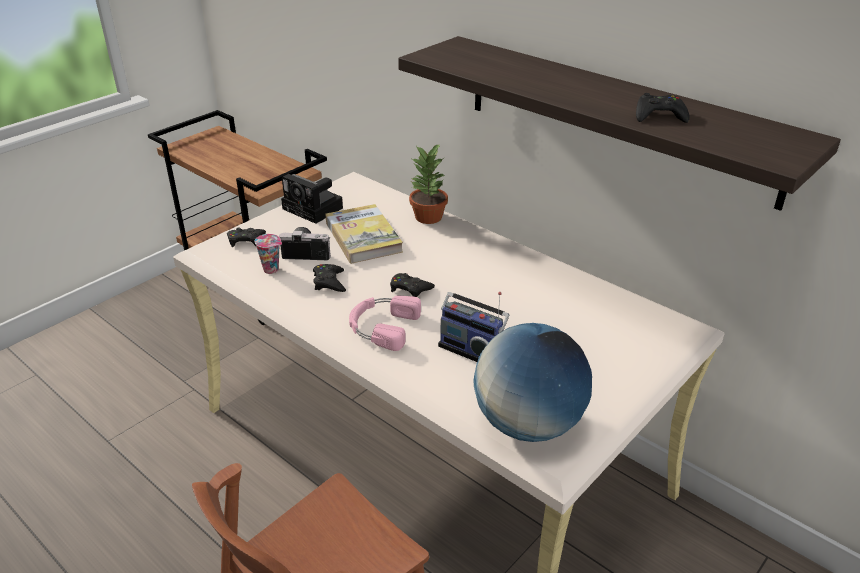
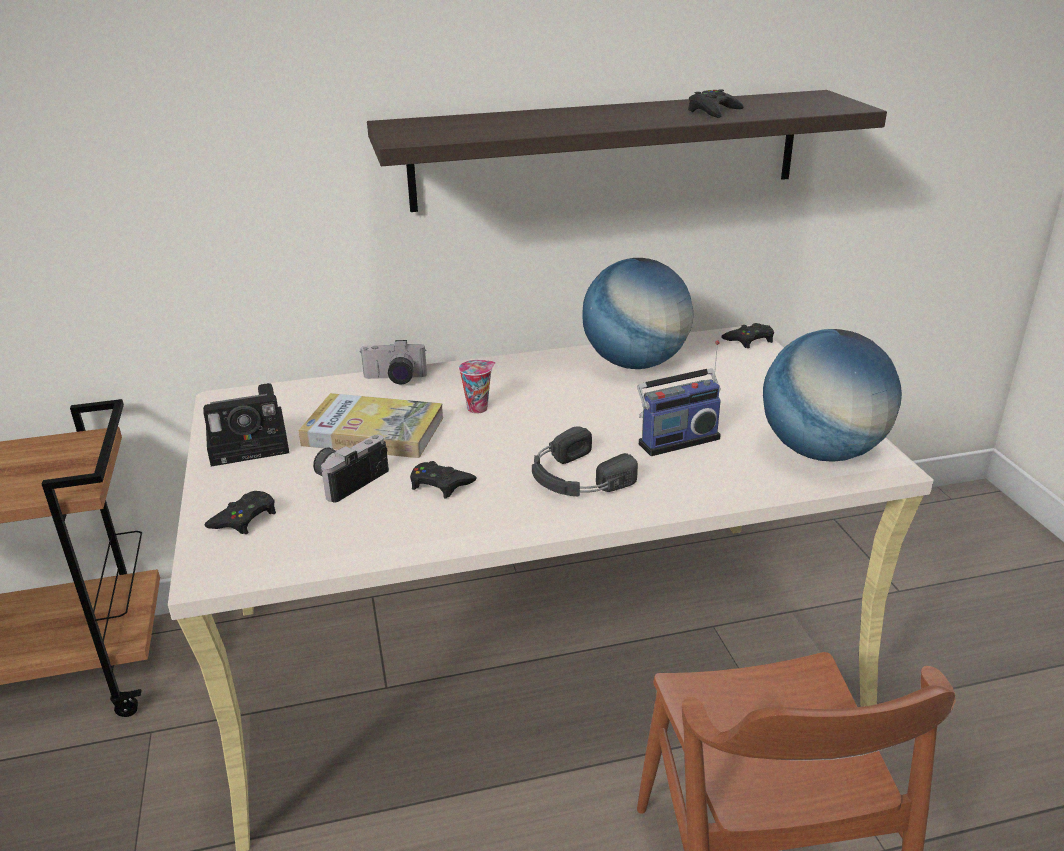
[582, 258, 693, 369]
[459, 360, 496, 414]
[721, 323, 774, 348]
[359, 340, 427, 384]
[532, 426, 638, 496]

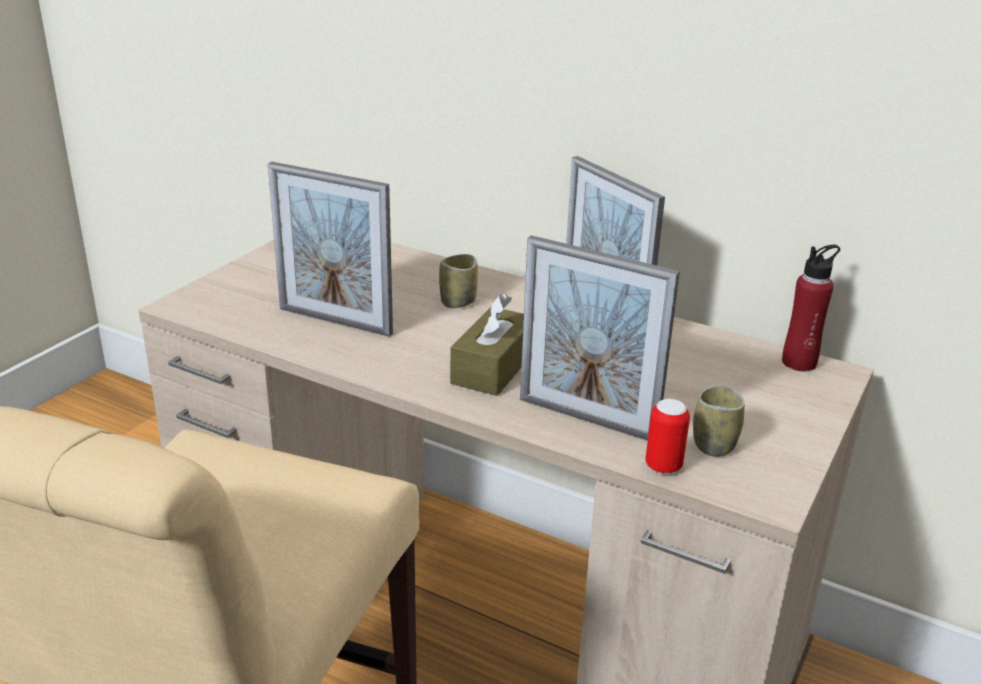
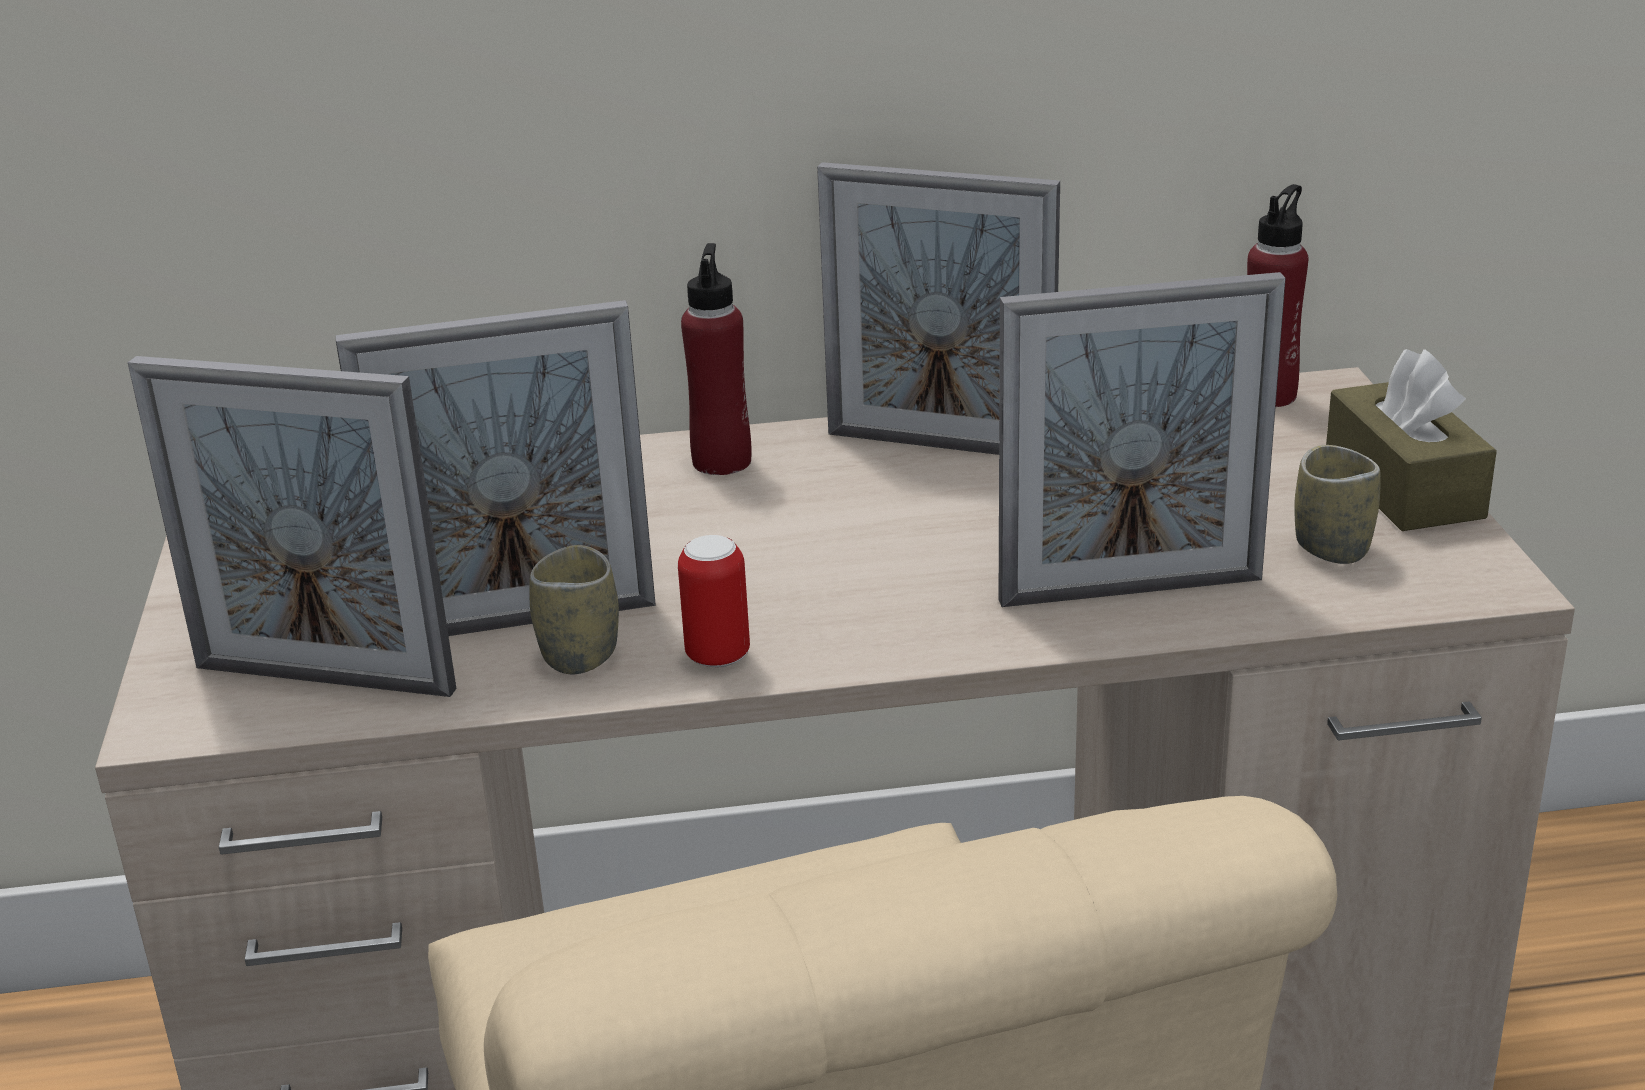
[128, 356, 456, 697]
[681, 243, 752, 475]
[529, 545, 619, 674]
[1326, 349, 1497, 531]
[678, 535, 750, 667]

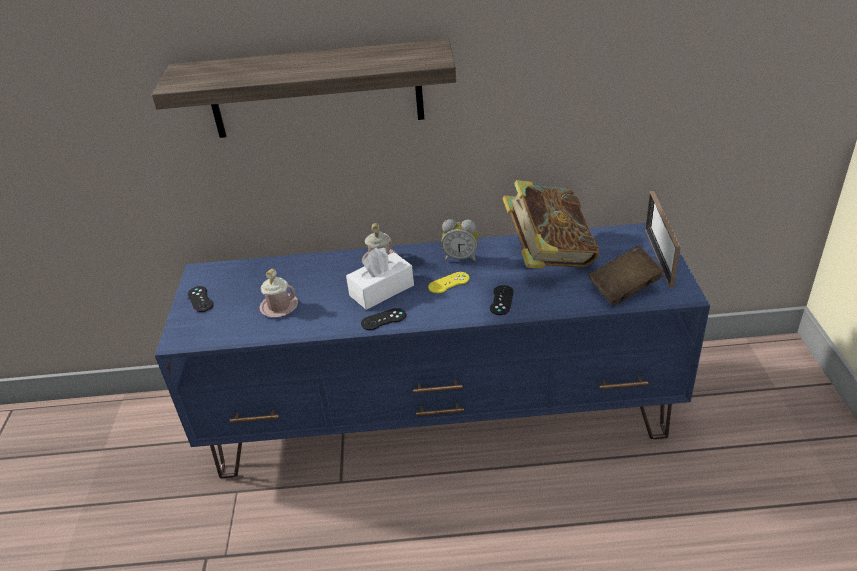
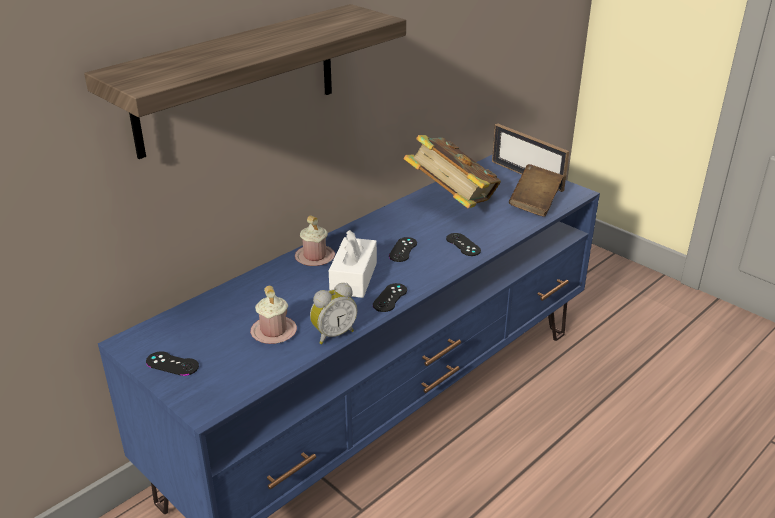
[310, 283, 358, 344]
[389, 237, 417, 262]

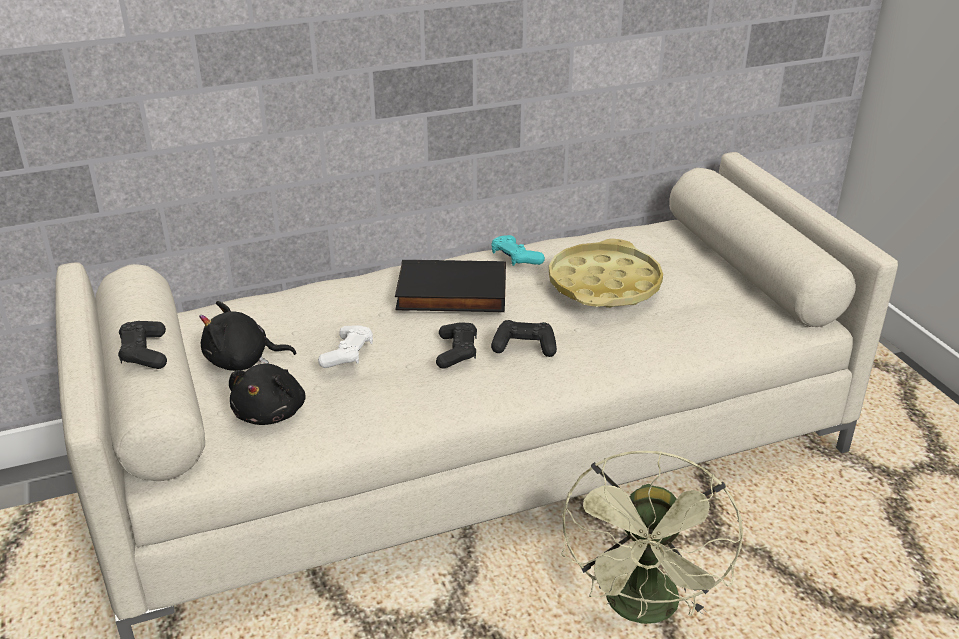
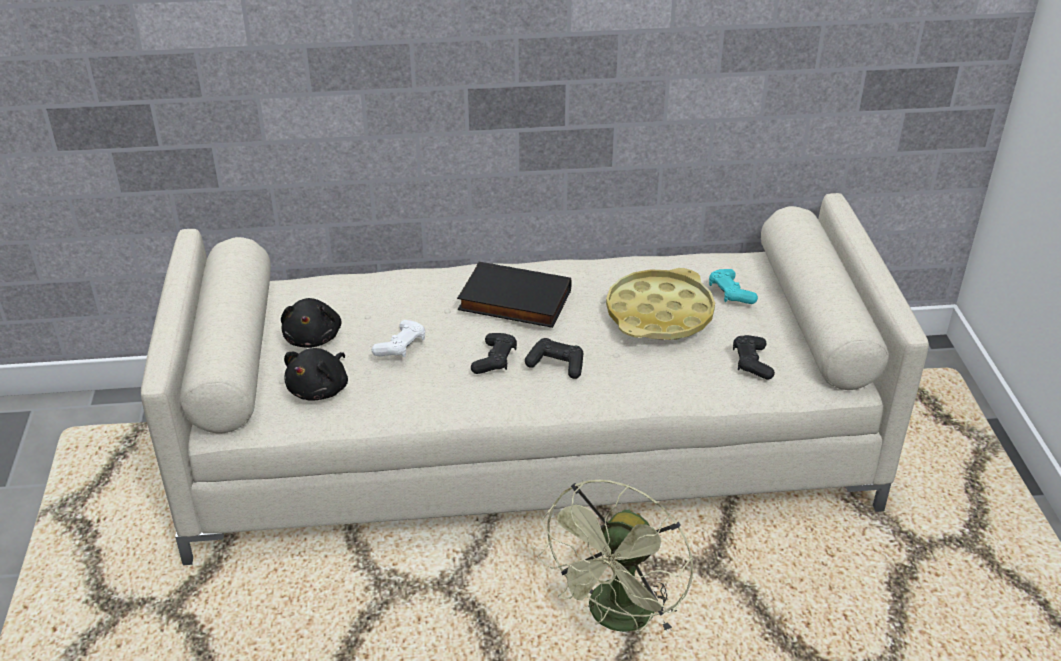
[733, 335, 775, 379]
[709, 269, 758, 304]
[281, 298, 342, 348]

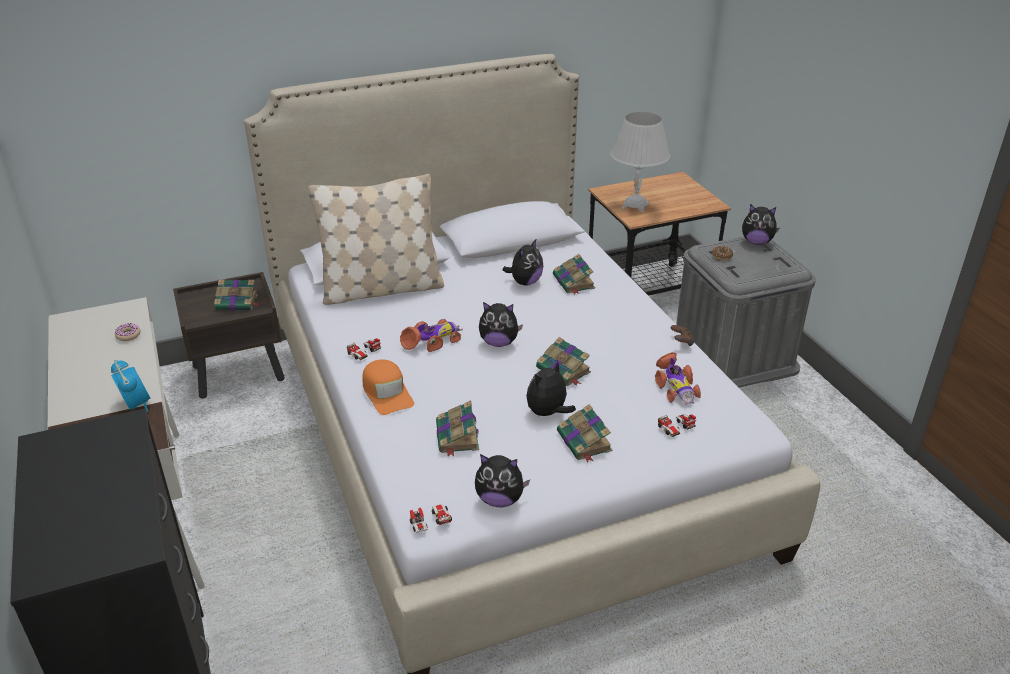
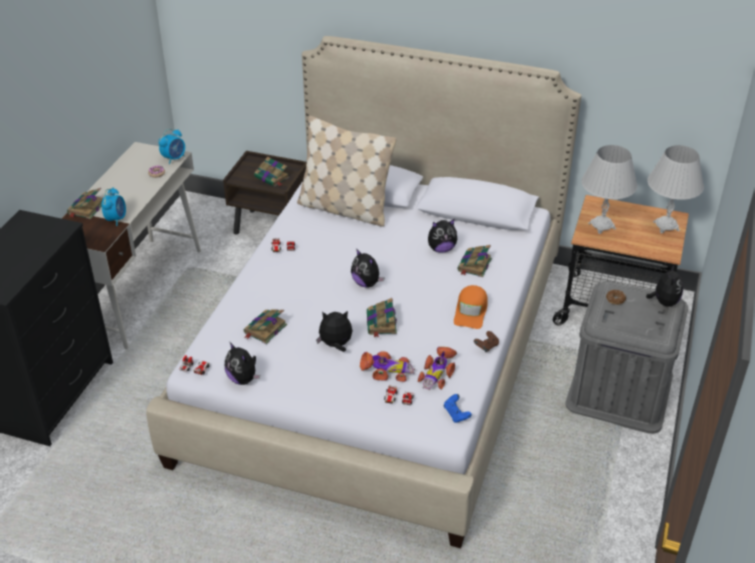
[158, 129, 185, 165]
[444, 394, 472, 423]
[647, 145, 704, 233]
[454, 285, 488, 329]
[360, 351, 415, 382]
[67, 188, 103, 219]
[646, 265, 683, 307]

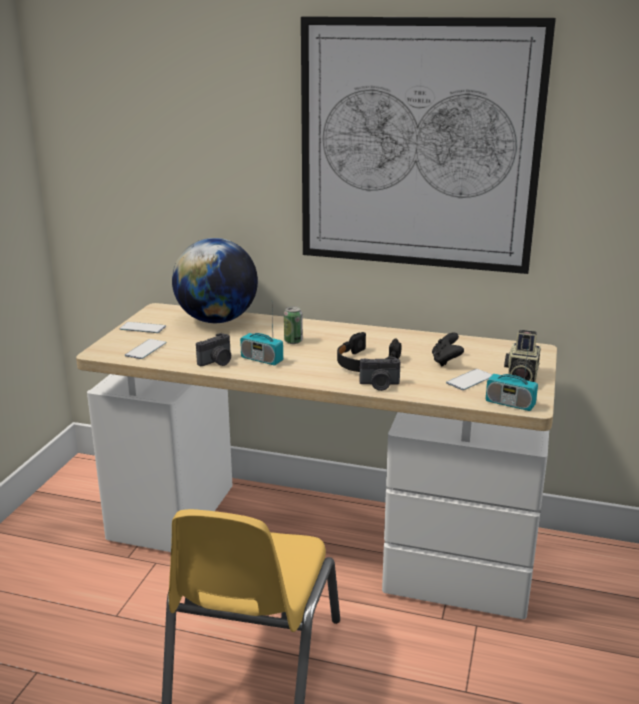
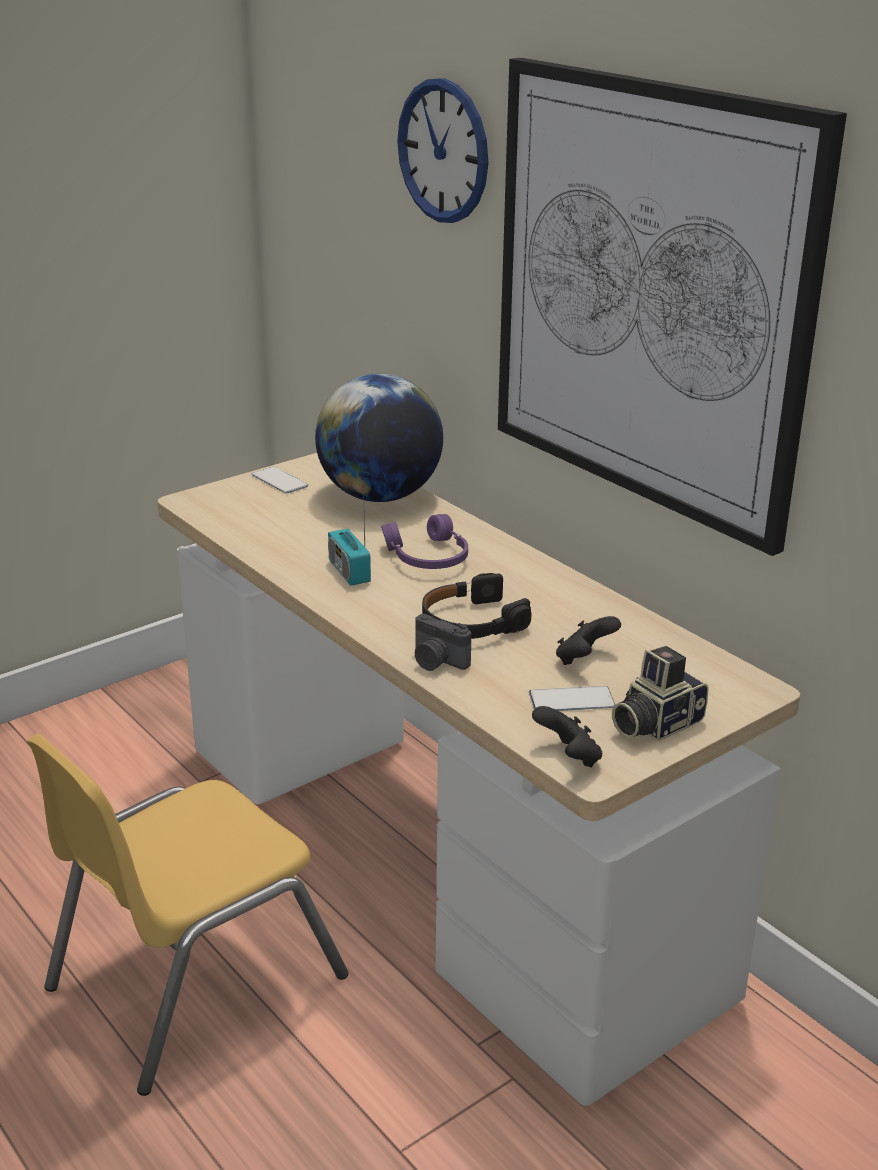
[125, 339, 166, 359] (first image)
[196, 333, 231, 366] (first image)
[397, 78, 489, 223]
[381, 514, 468, 569]
[532, 706, 602, 767]

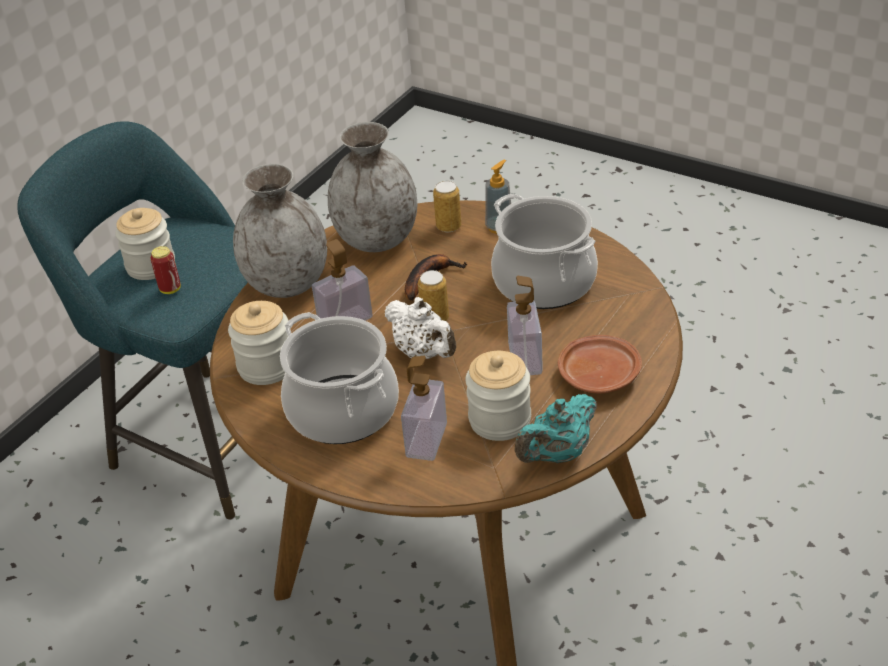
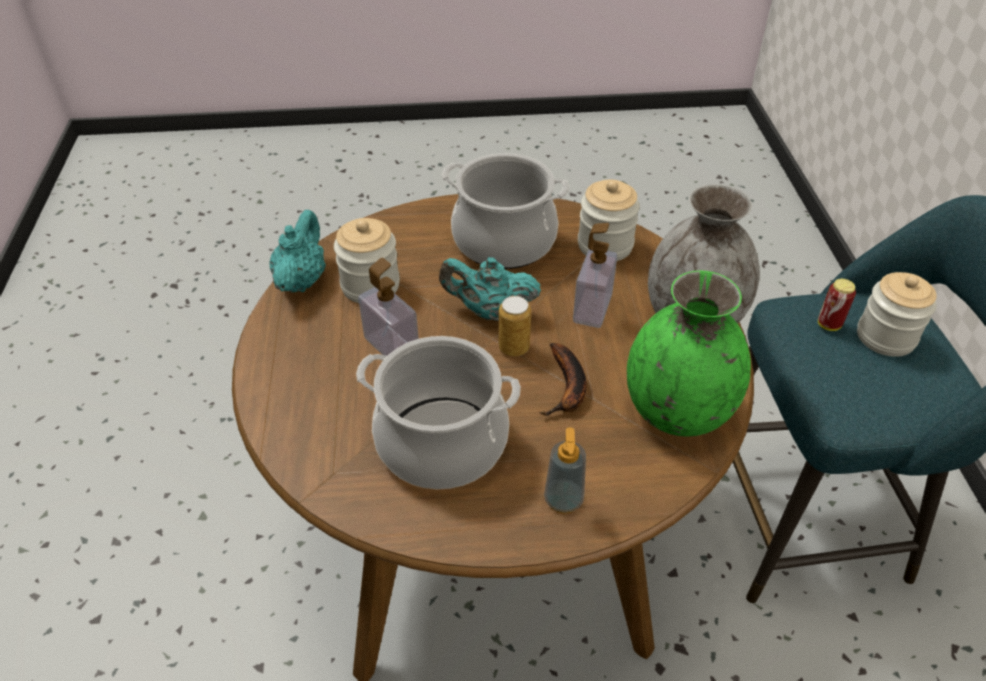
[401, 356, 447, 461] (first image)
[433, 181, 461, 232] (first image)
[558, 335, 642, 393] (first image)
[627, 270, 751, 437]
[439, 257, 541, 321]

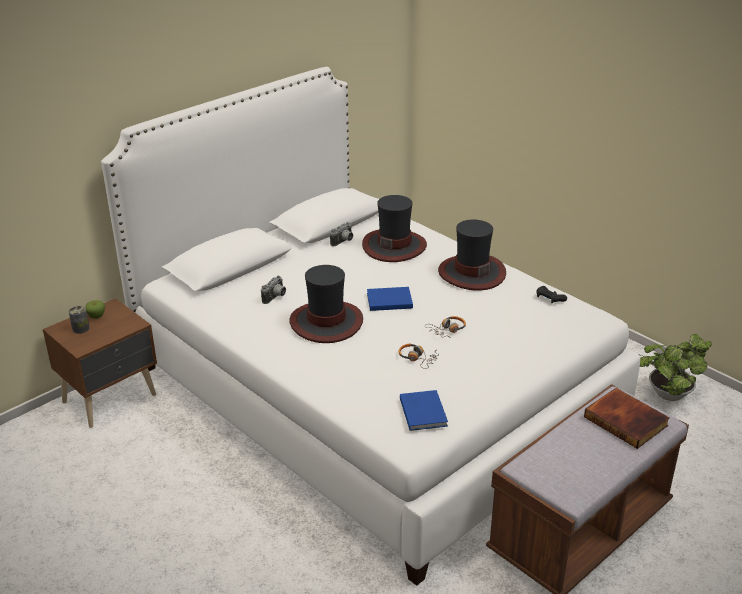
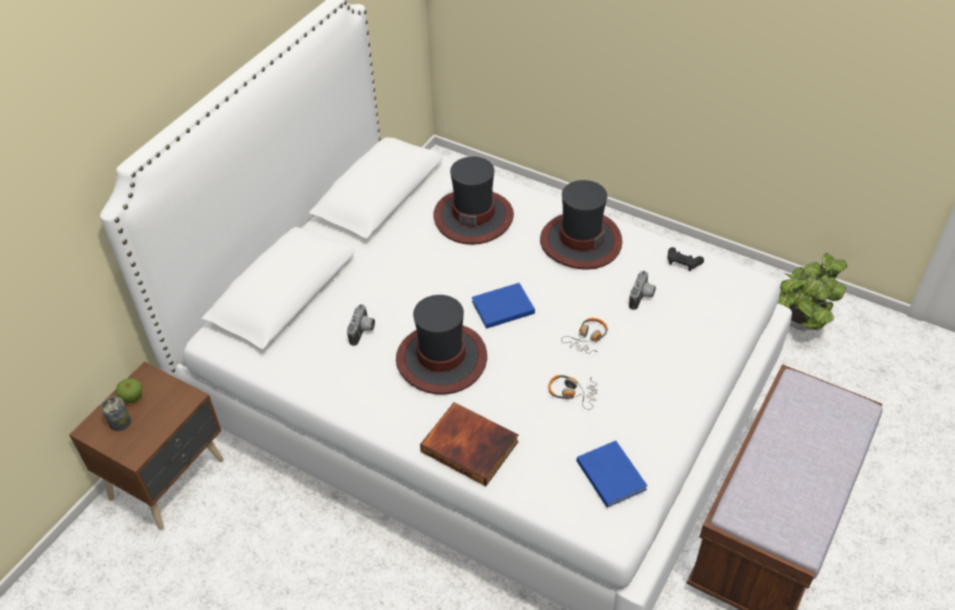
[629, 271, 656, 310]
[420, 402, 519, 486]

